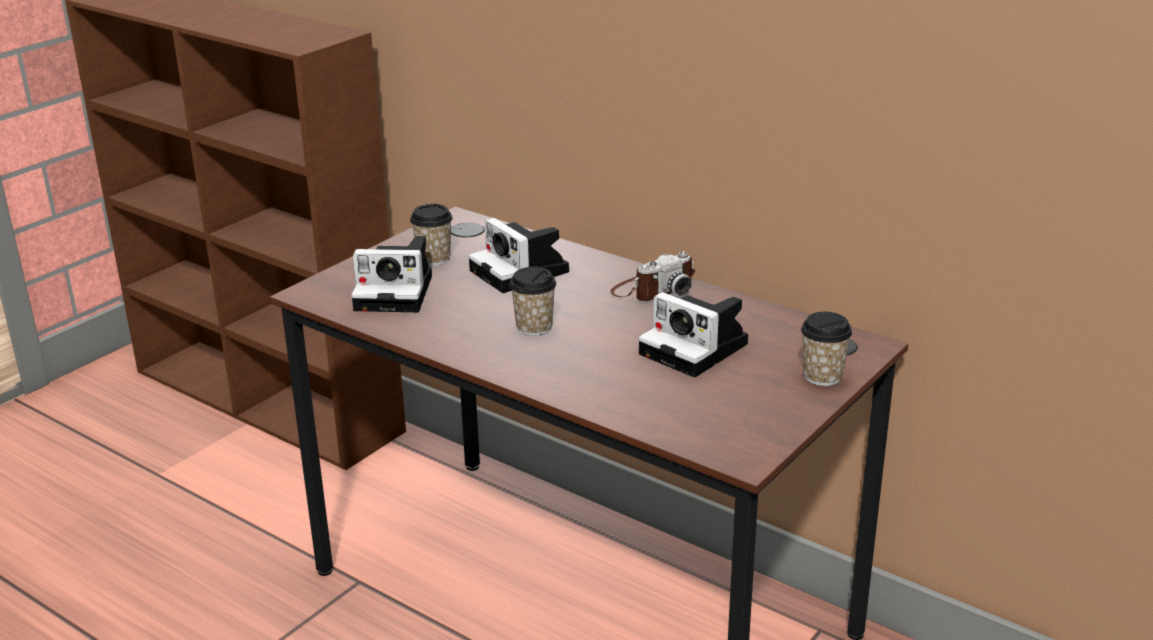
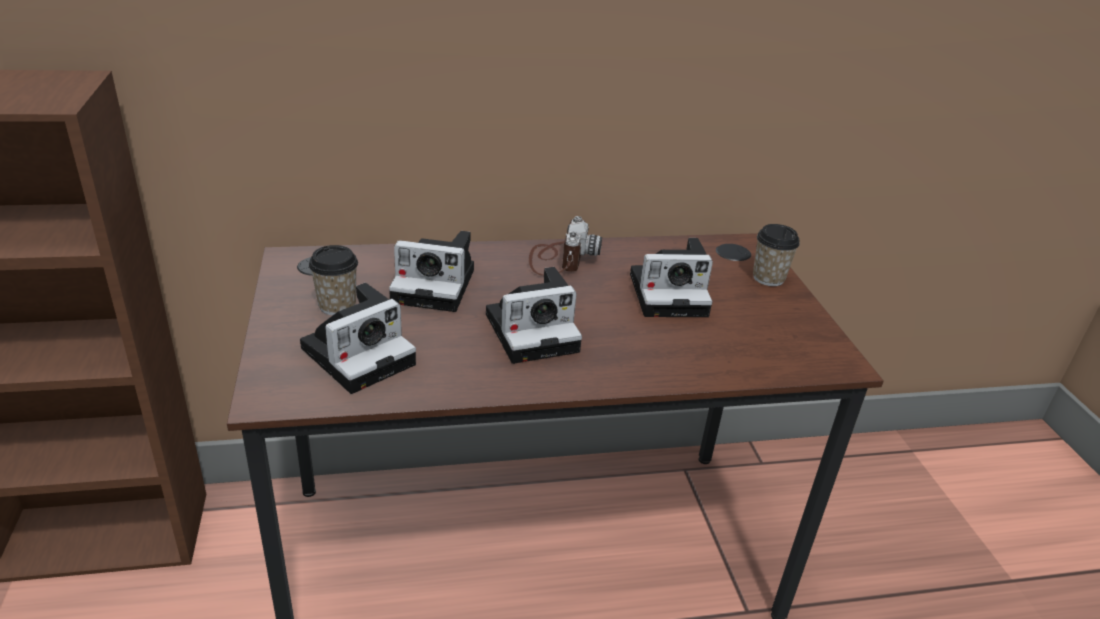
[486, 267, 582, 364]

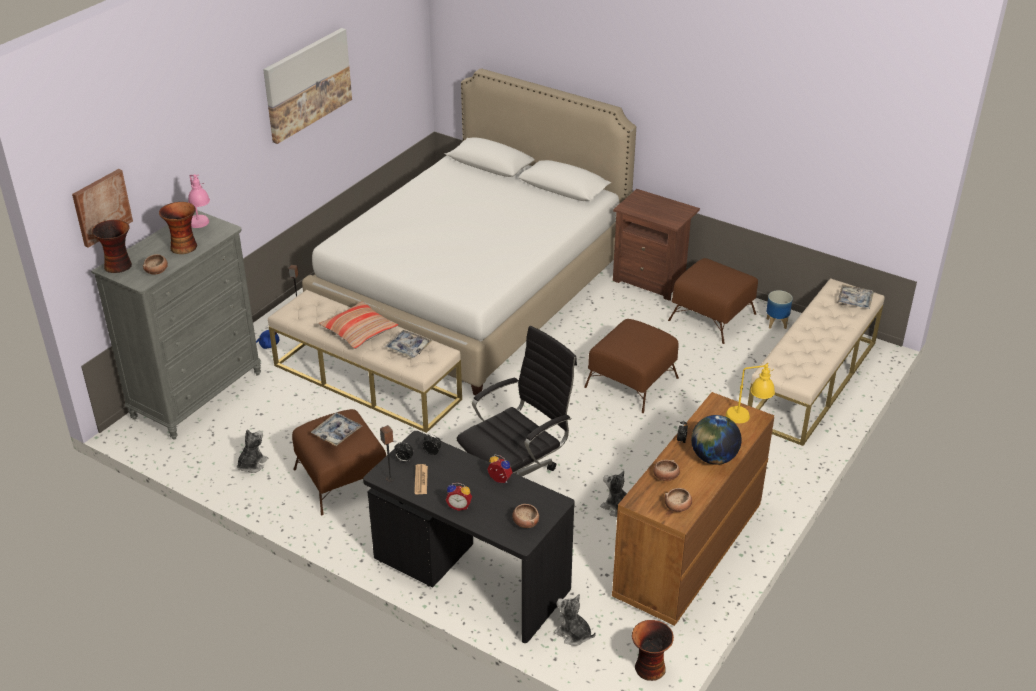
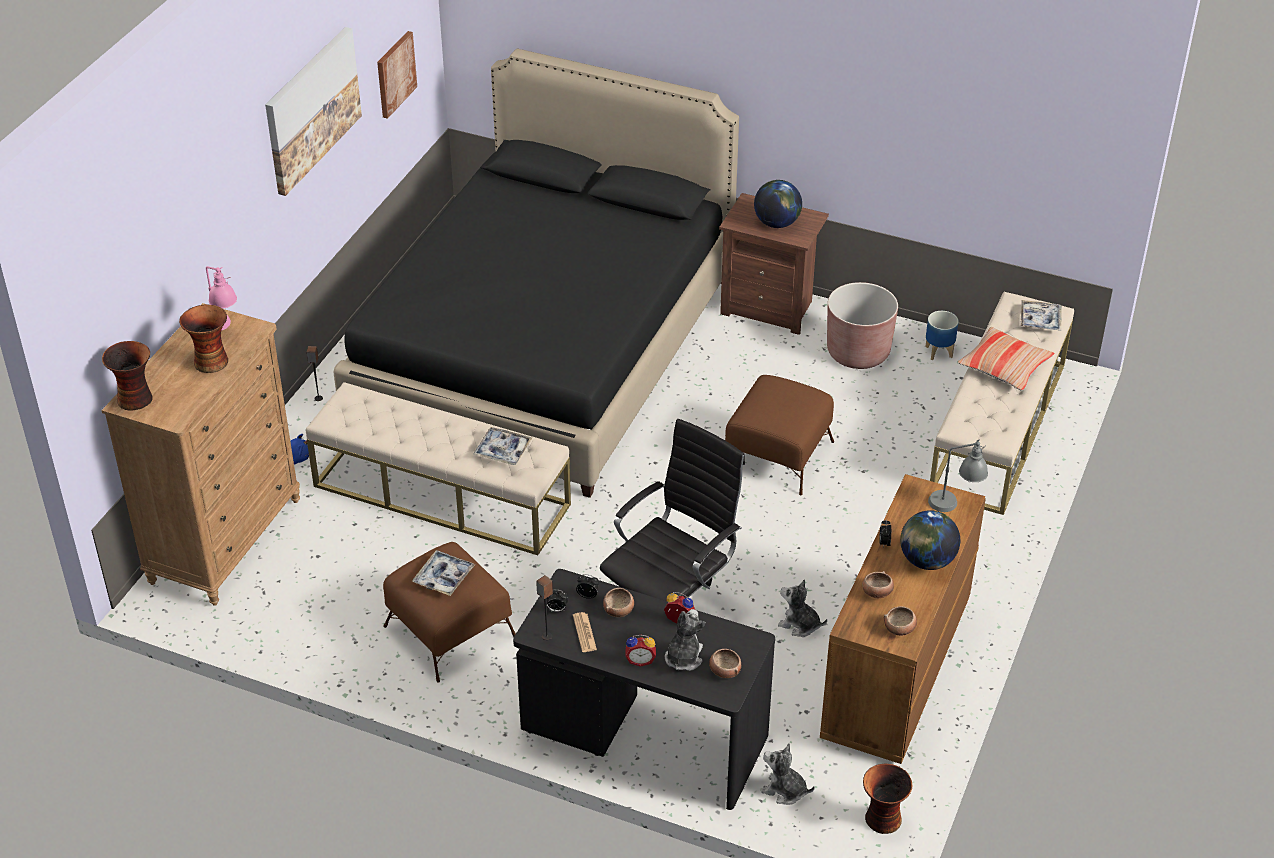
[754, 180, 802, 228]
[377, 31, 417, 119]
[603, 588, 634, 617]
[665, 609, 706, 671]
[957, 327, 1054, 391]
[827, 282, 898, 369]
[102, 303, 300, 606]
[333, 49, 739, 498]
[928, 440, 988, 512]

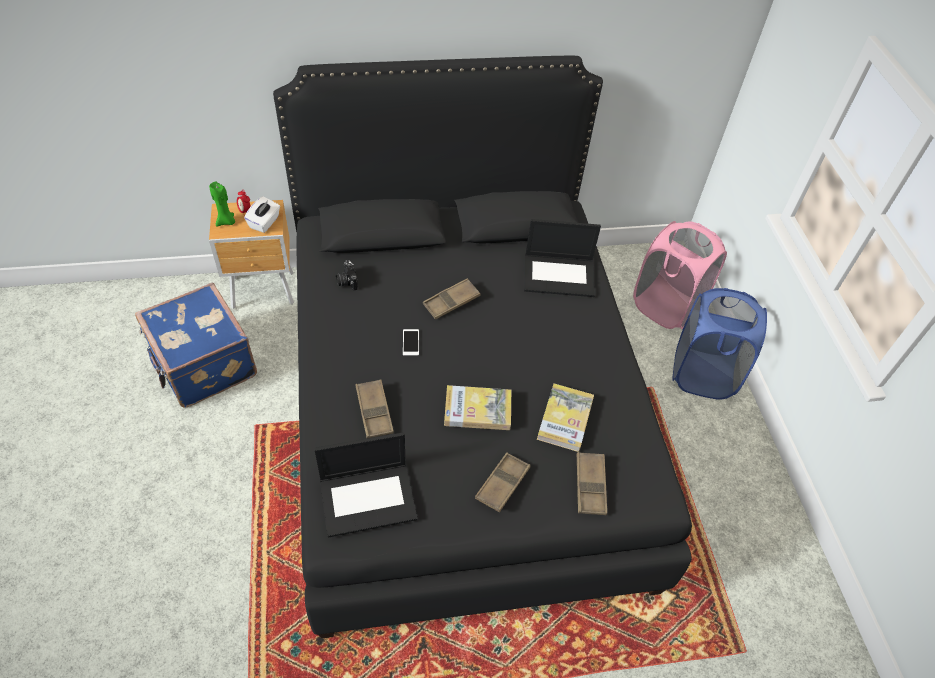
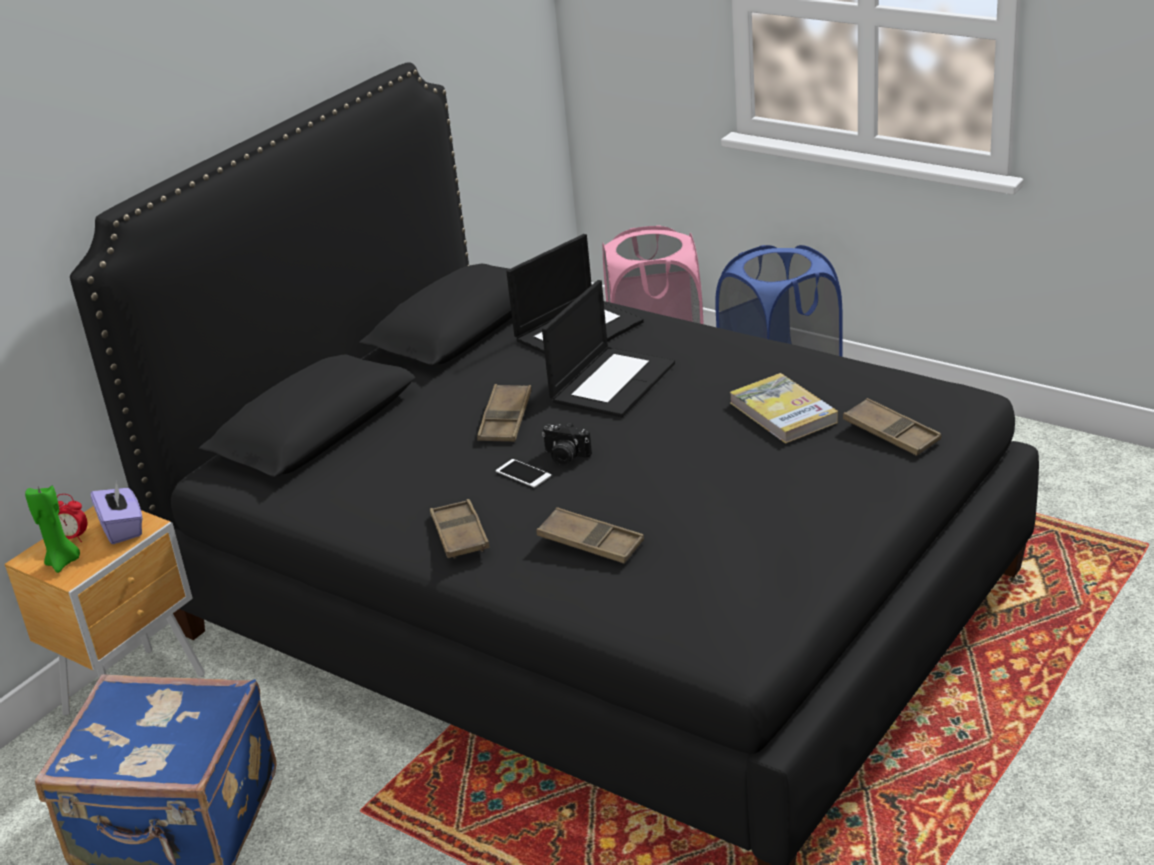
[444, 385, 511, 430] (first image)
[542, 280, 675, 418]
[542, 422, 592, 465]
[430, 499, 490, 559]
[91, 482, 142, 544]

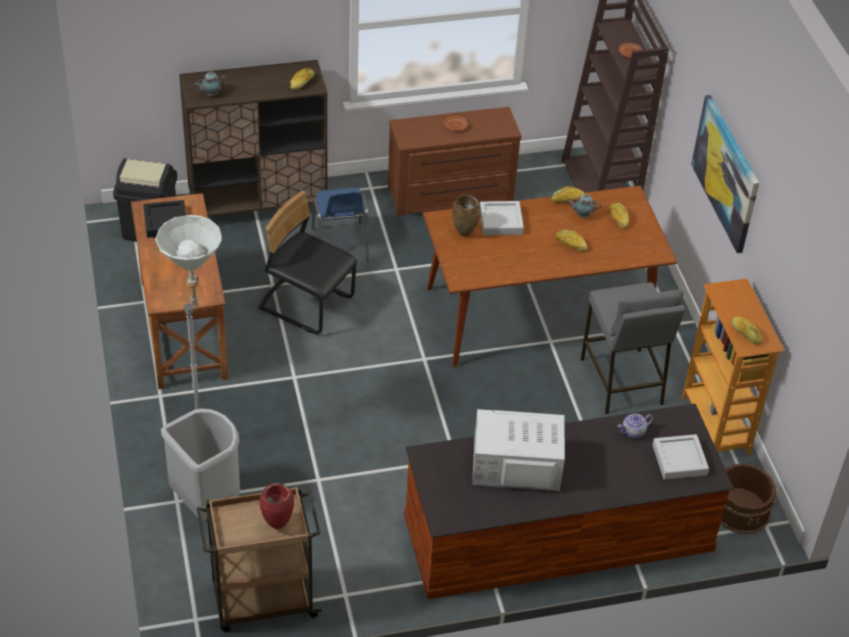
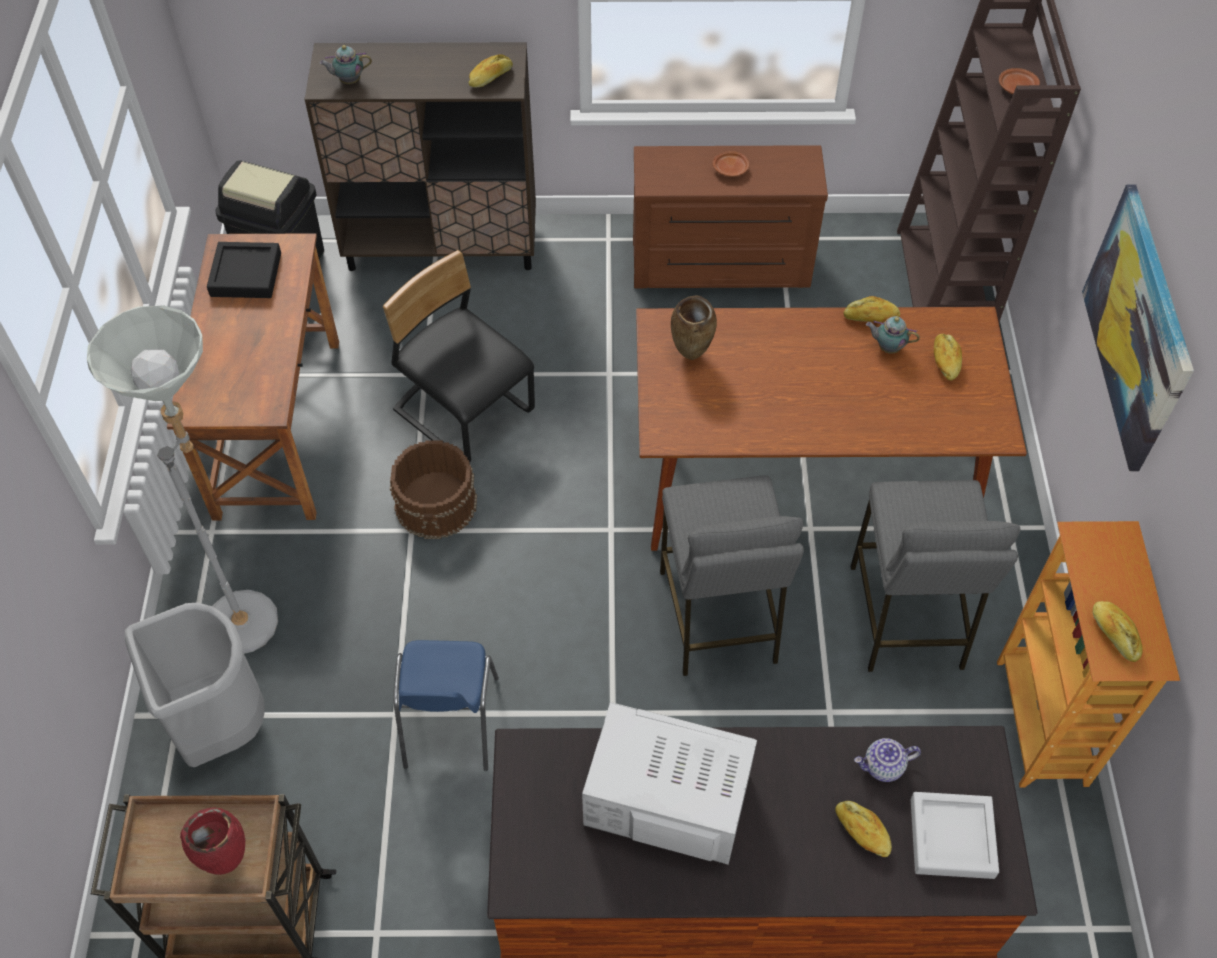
[480, 201, 524, 235] (first image)
[660, 475, 804, 676]
[393, 640, 499, 771]
[835, 801, 892, 857]
[390, 440, 477, 539]

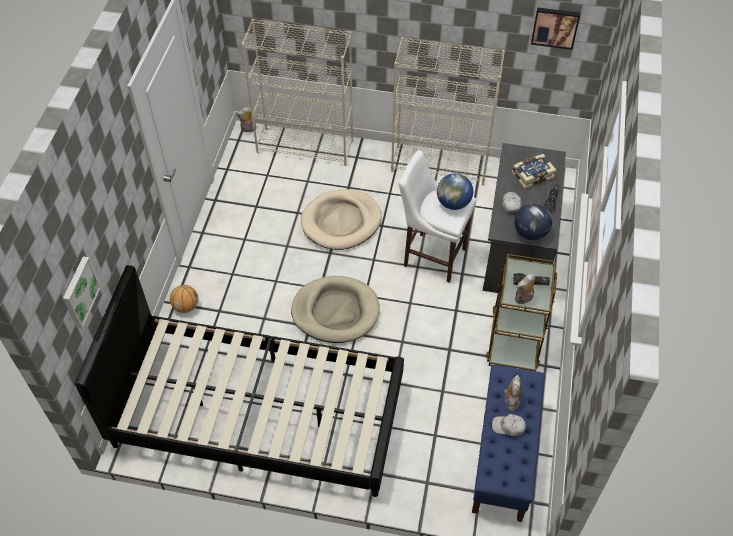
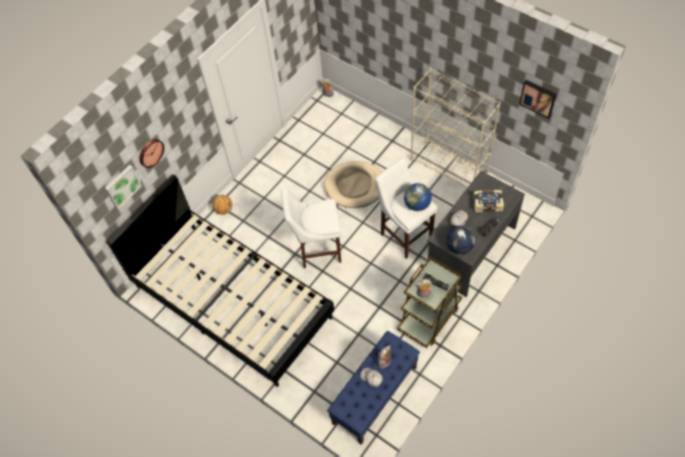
[241, 19, 353, 166] (first image)
[139, 139, 164, 168]
[282, 188, 341, 268]

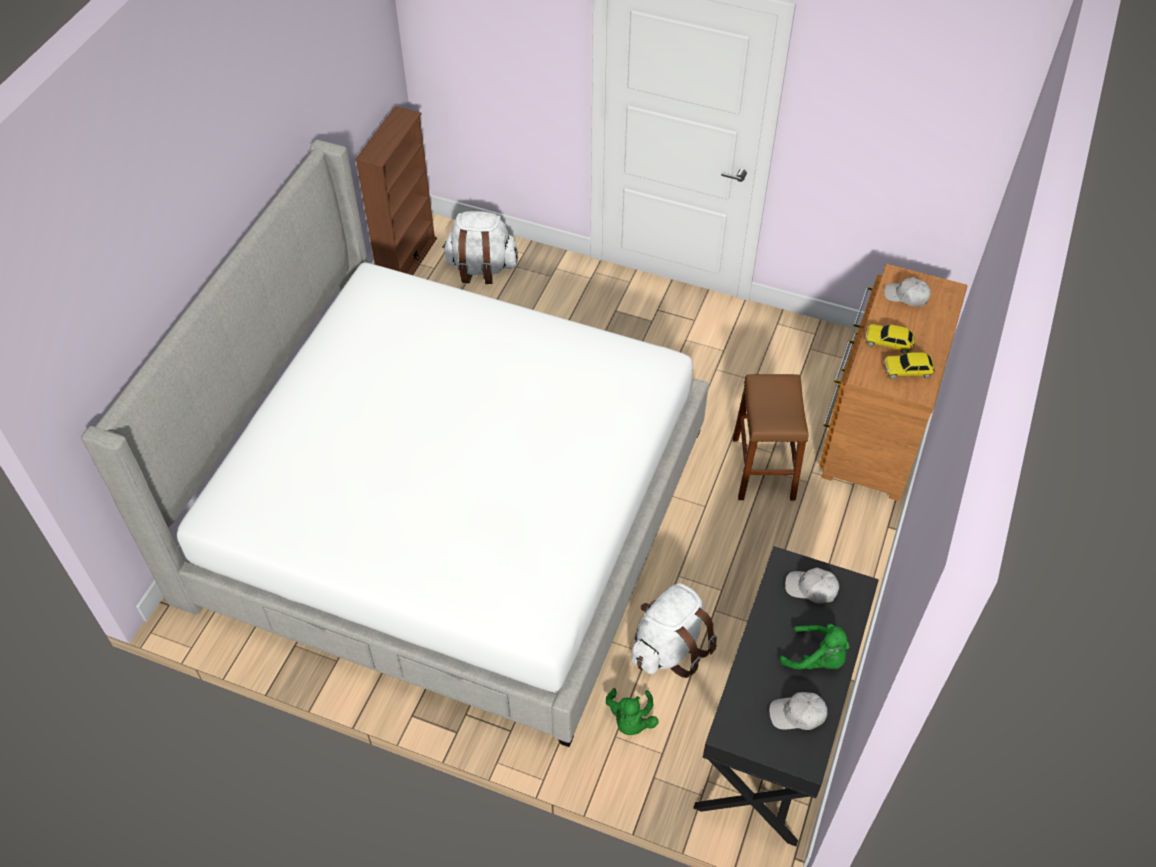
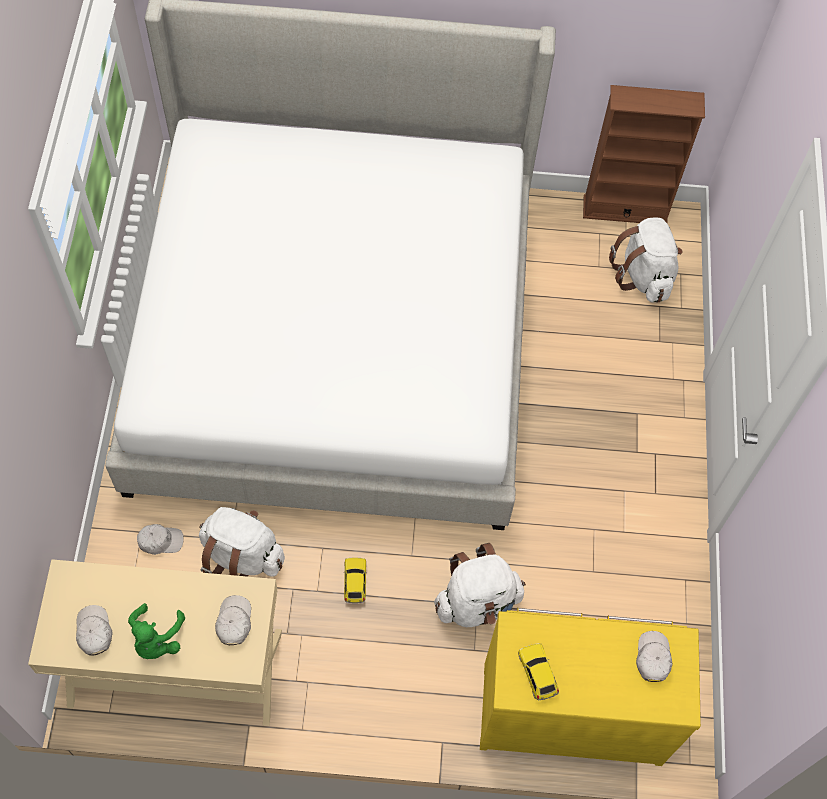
[344, 558, 366, 603]
[137, 524, 184, 555]
[434, 543, 526, 627]
[28, 559, 282, 726]
[480, 608, 701, 766]

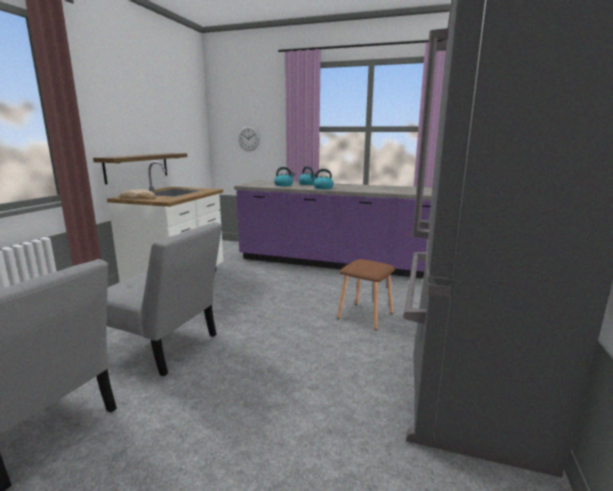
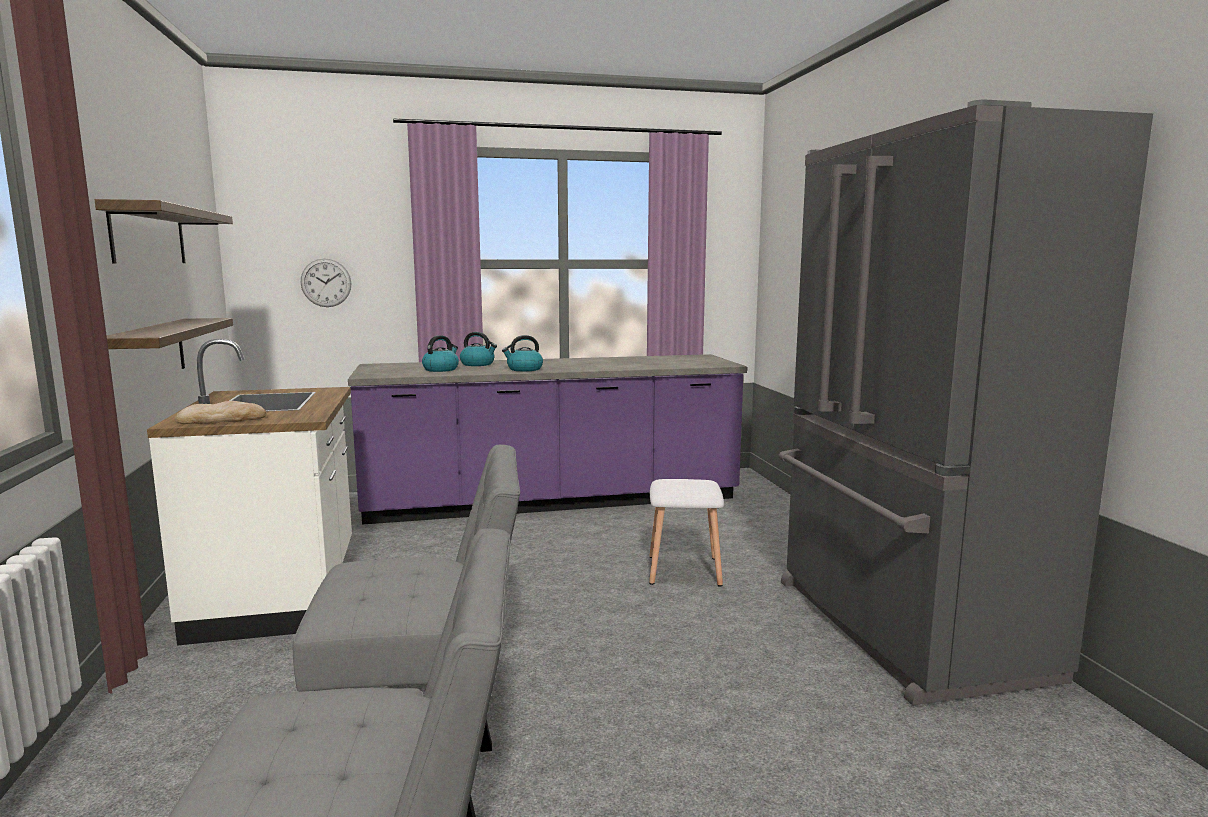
[95, 199, 233, 263]
[649, 479, 724, 587]

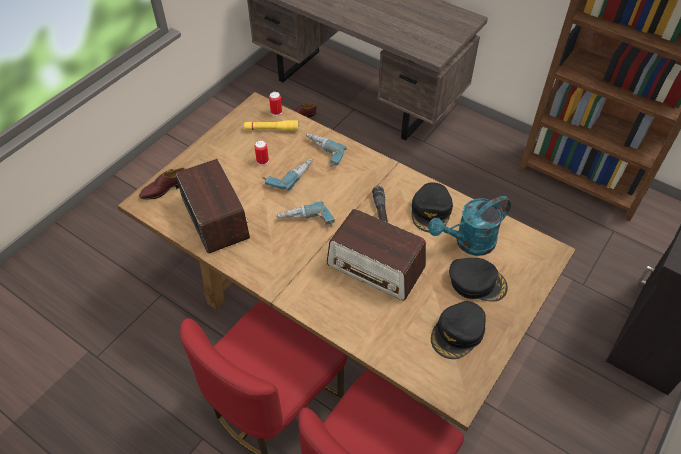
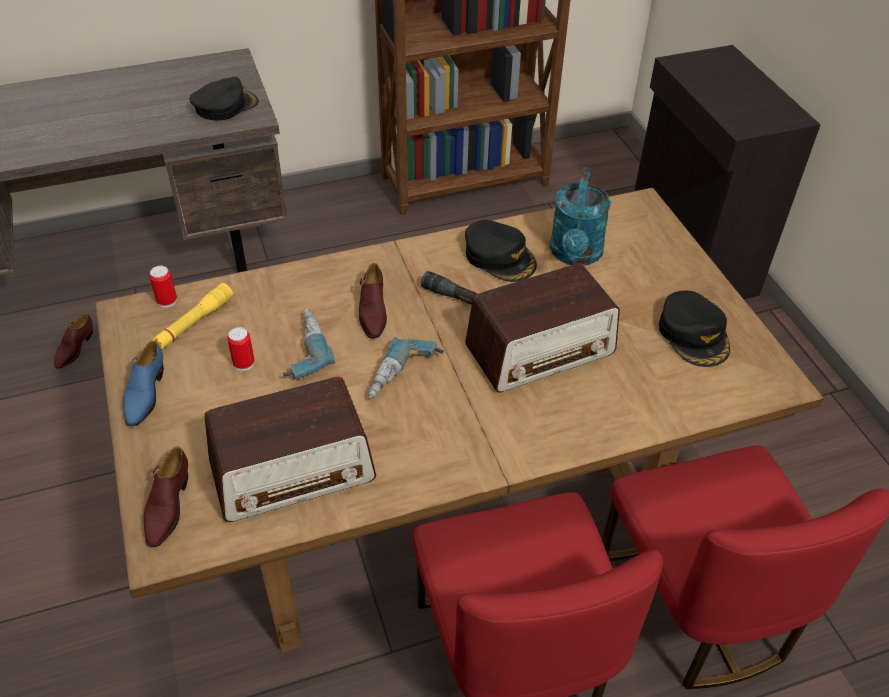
[305, 133, 347, 167] (first image)
[123, 341, 164, 427]
[359, 263, 387, 339]
[189, 77, 259, 121]
[205, 377, 376, 522]

